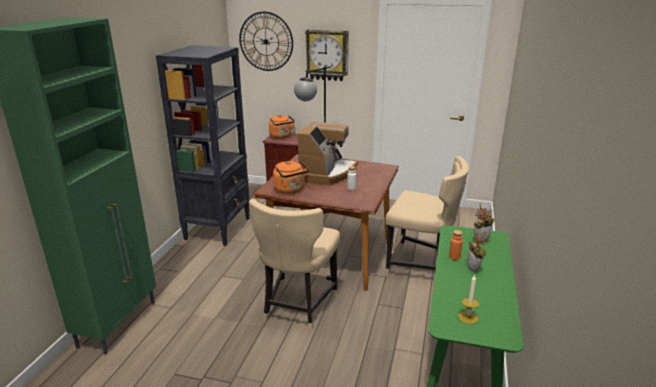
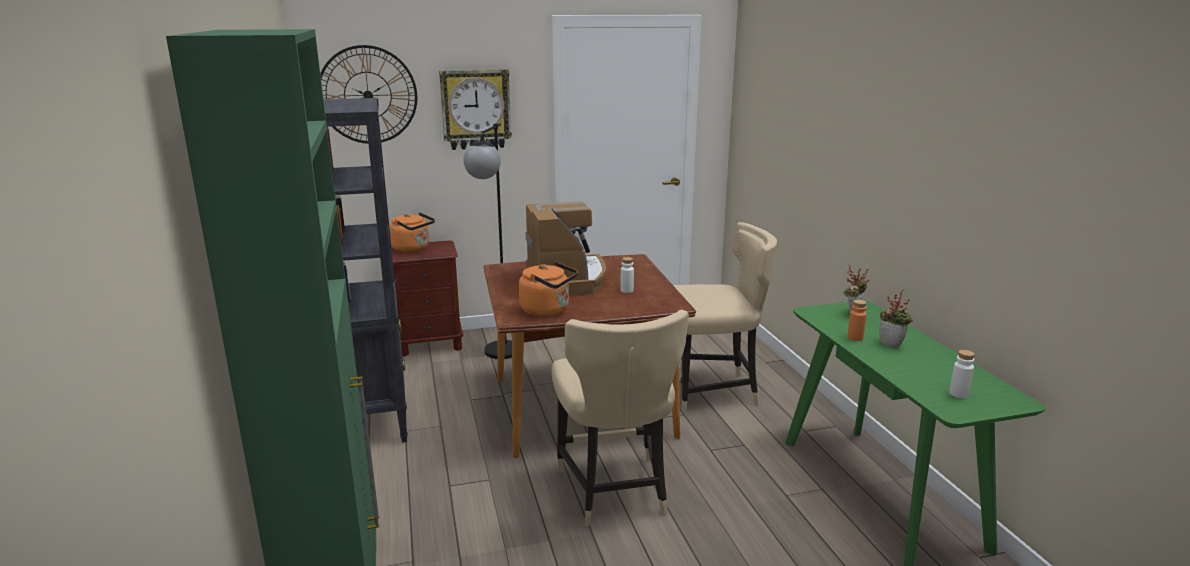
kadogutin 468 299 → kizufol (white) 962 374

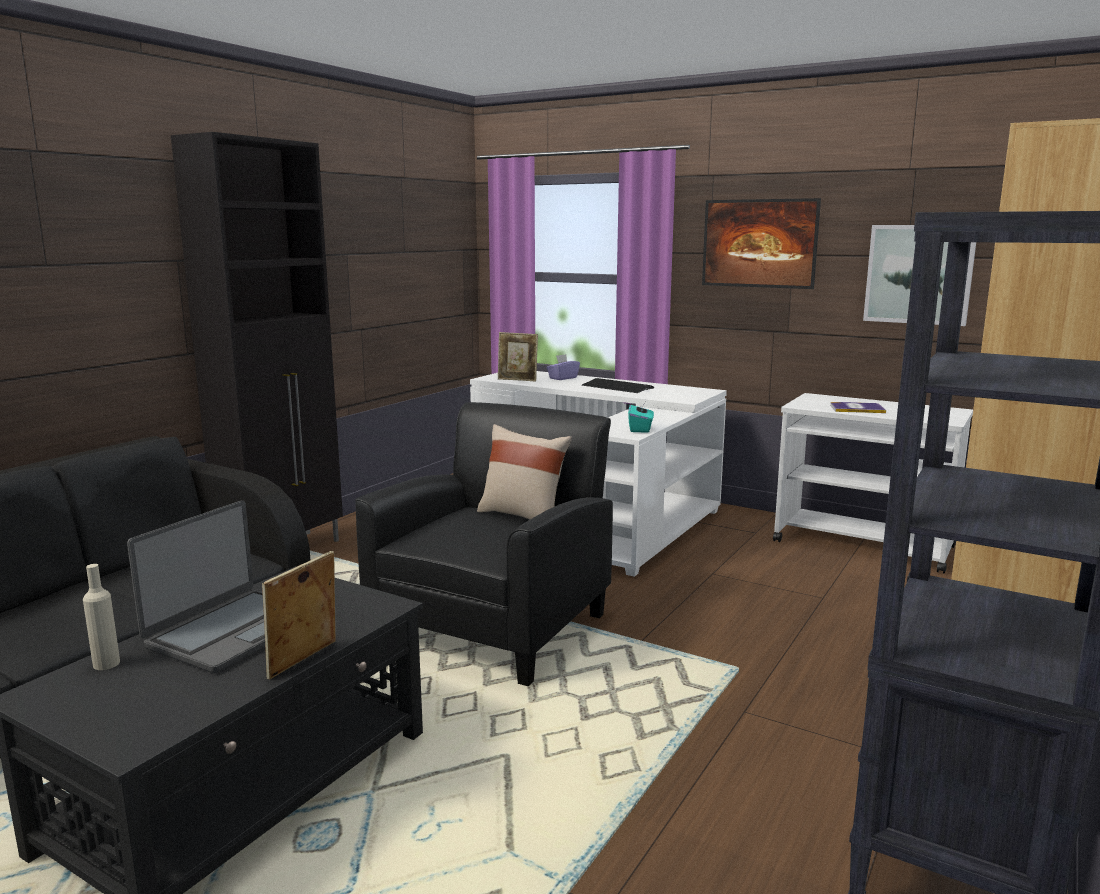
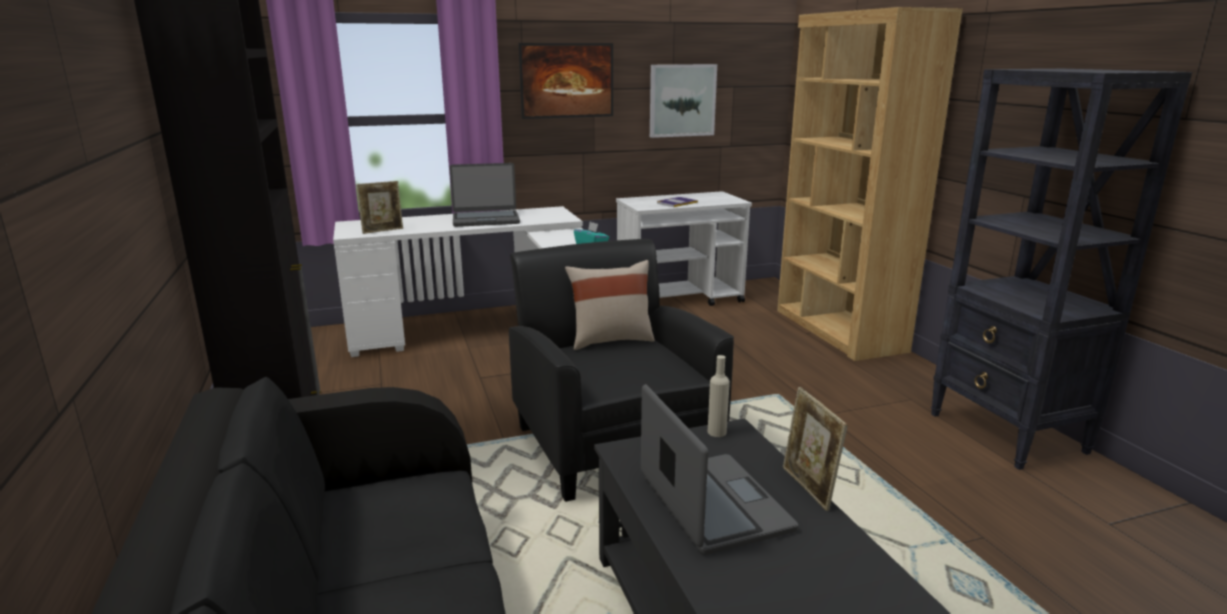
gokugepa 618 385 → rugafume 485 195
kizufol (beige) 101 617 → kizufol (beige) 719 396, shifted
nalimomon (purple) 563 367 → -

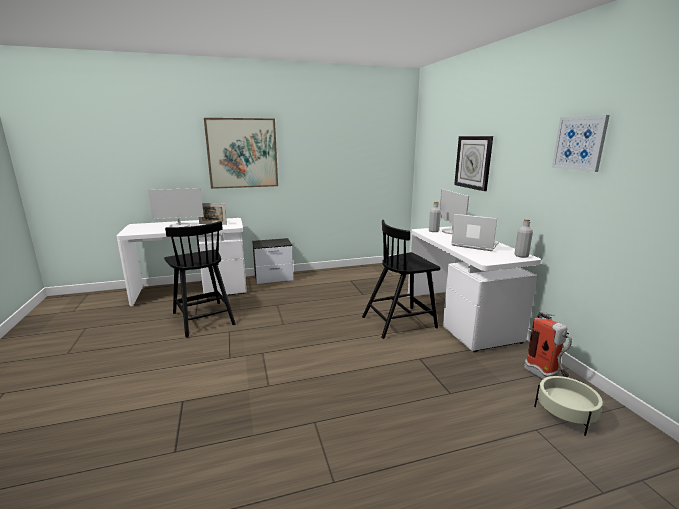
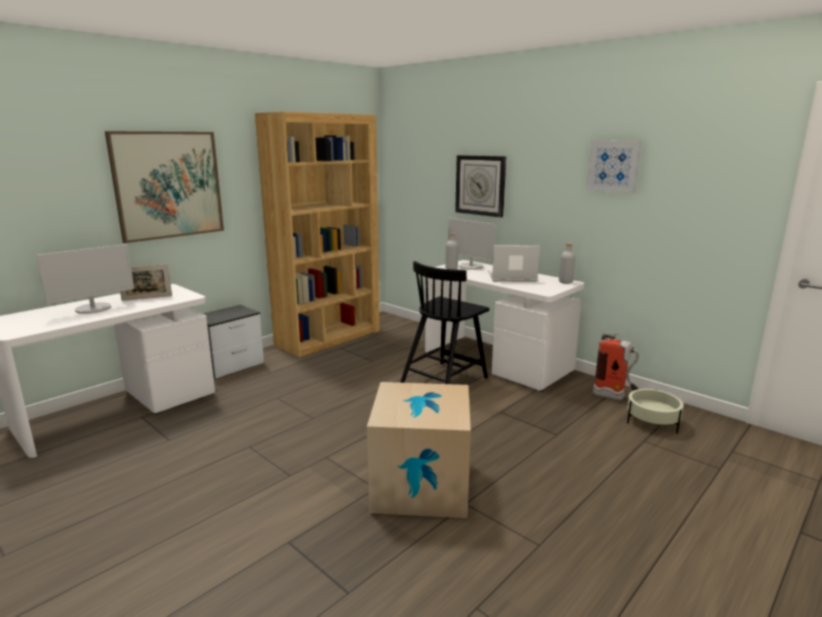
- → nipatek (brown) 317 234
- → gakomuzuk 419 450
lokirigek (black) 200 279 → -

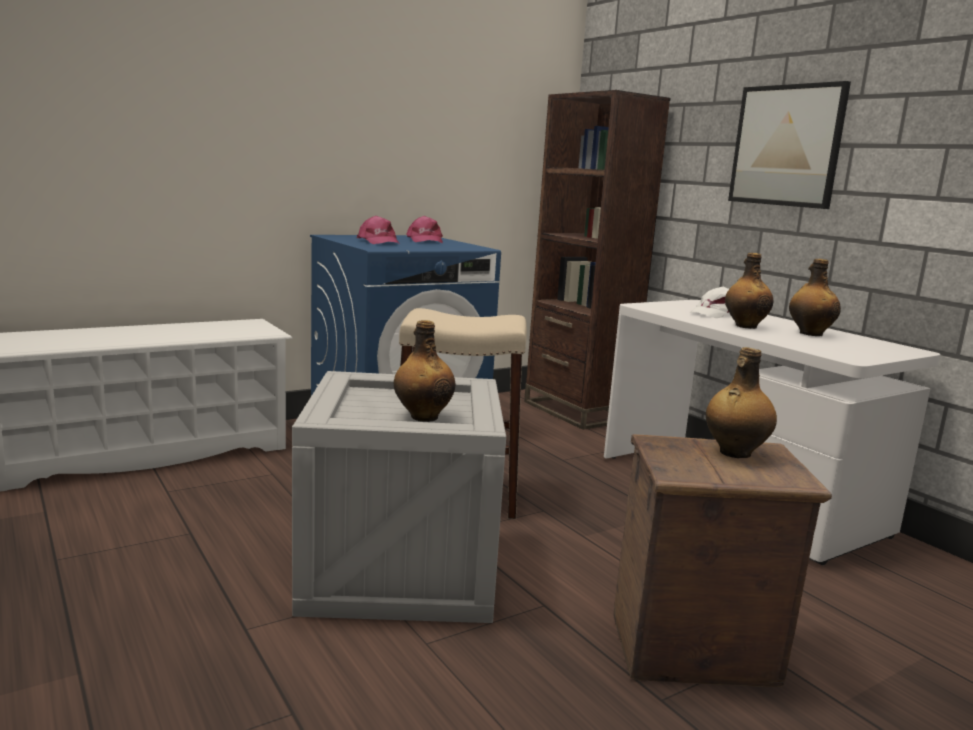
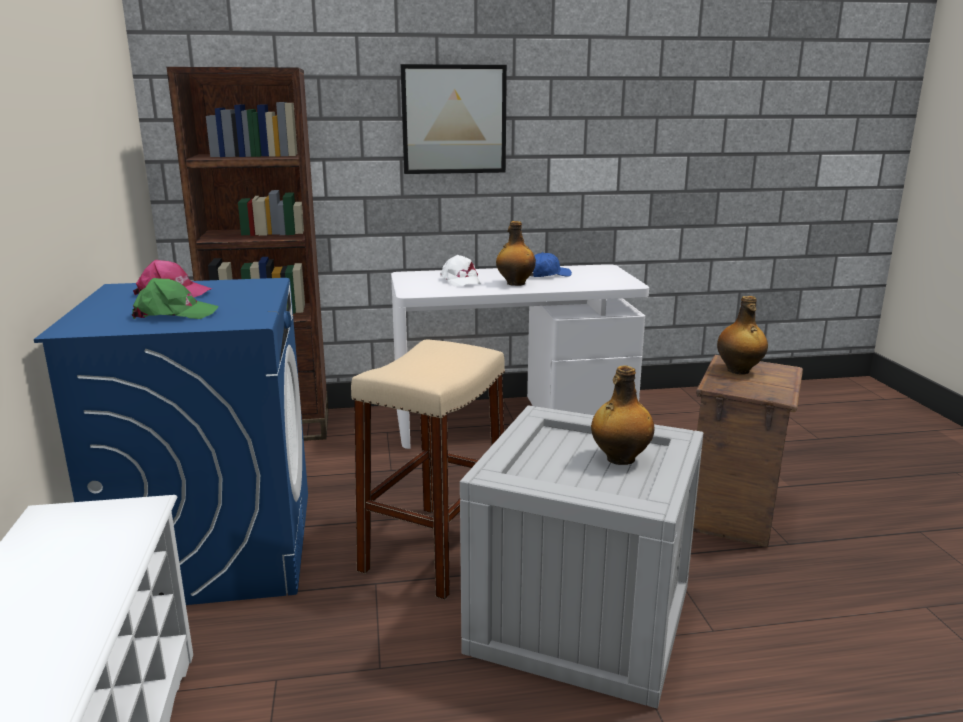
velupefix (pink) 378 230 → velupefix (green) 175 298
kizufol 815 297 → velupefix (blue) 551 264

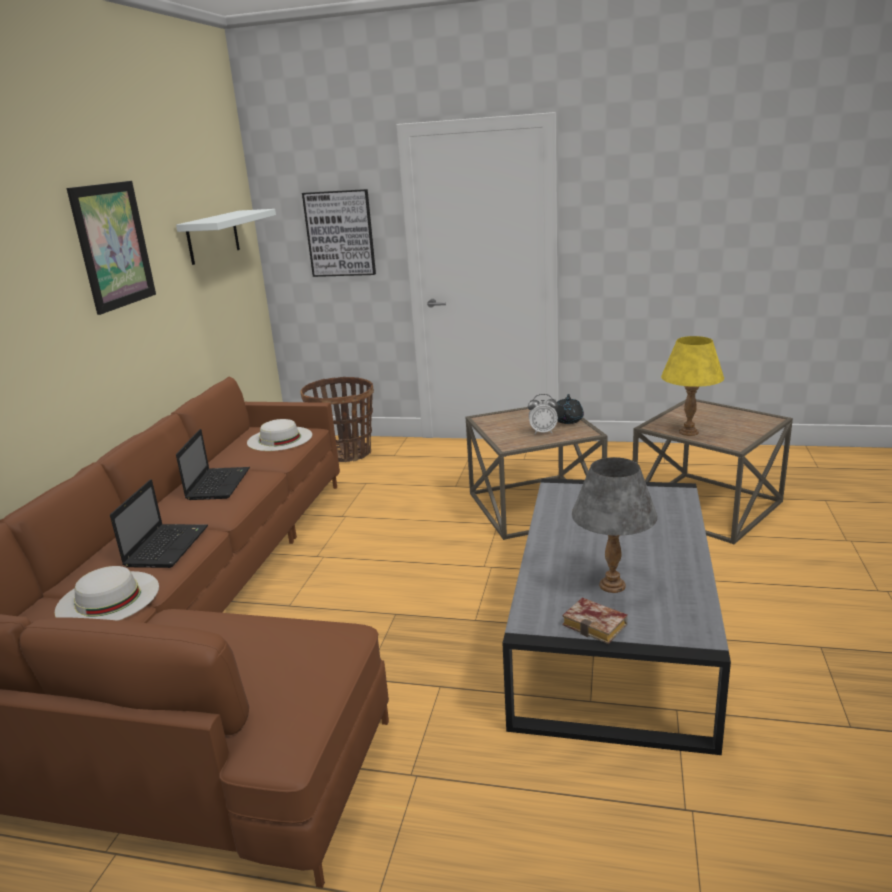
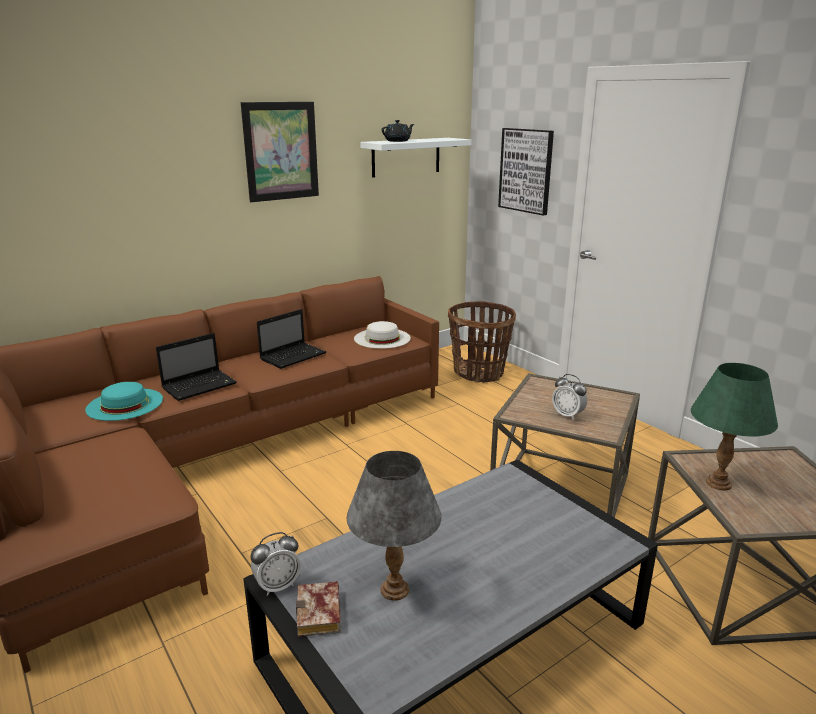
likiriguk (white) 107 593 → likiriguk (turquoise) 124 401
- → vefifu 275 564
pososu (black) 569 409 → pososu (black) 398 131, shifted
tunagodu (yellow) 692 386 → tunagodu (green) 734 426

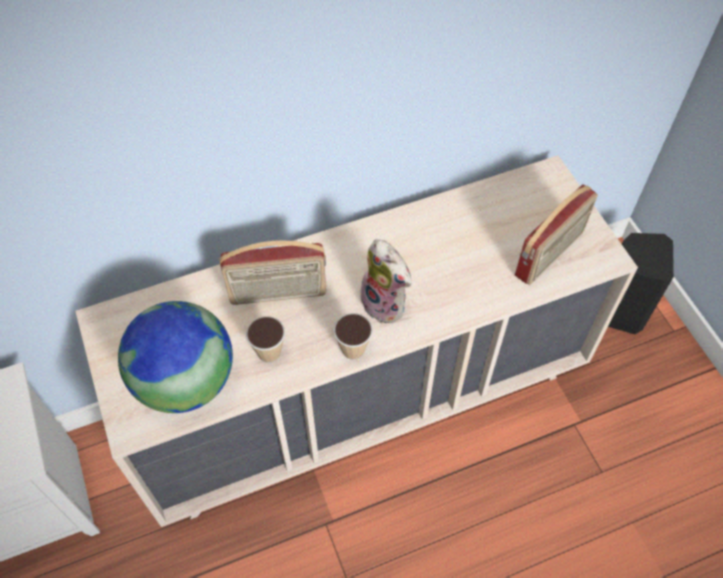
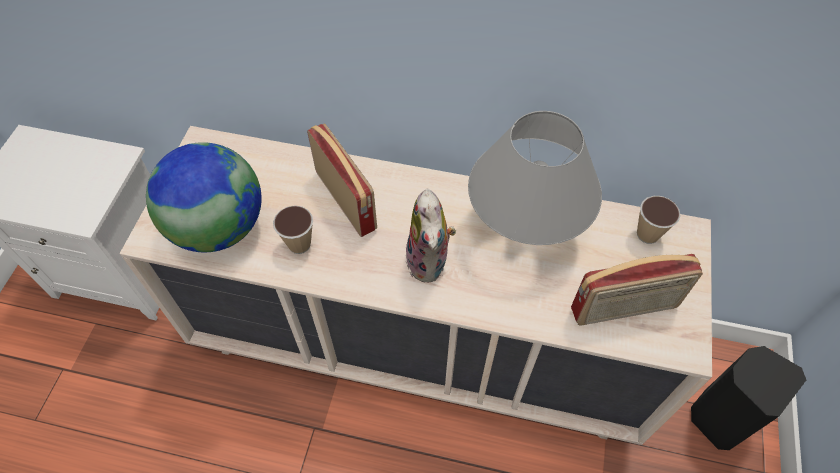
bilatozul 273 272 → bilatozul 342 180, 150 degrees counterclockwise
- → tunagodu (grey) 535 178
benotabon 353 336 → benotabon 658 220, shifted

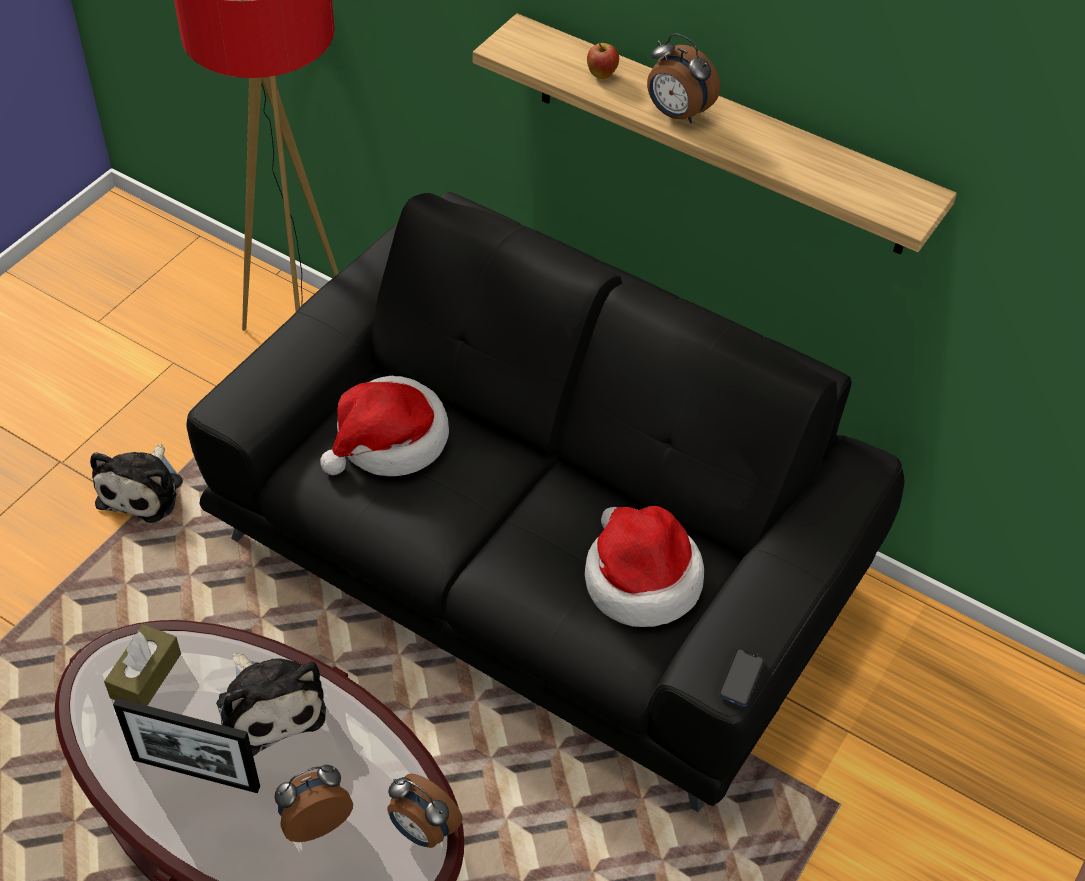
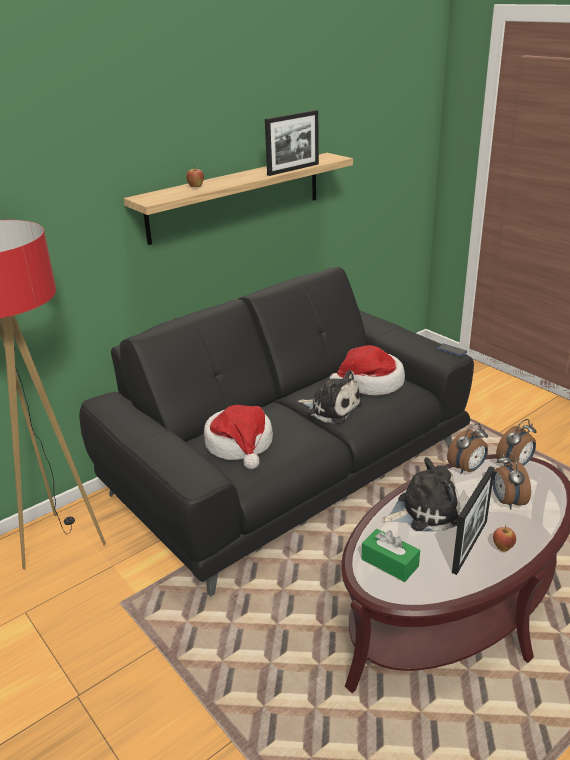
- → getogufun 292 143
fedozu 136 483 → fedozu 329 397, shifted
nalimomon (brown) 142 665 → nalimomon (green) 391 555
vefifu 683 78 → vefifu 467 448, shifted
- → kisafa 504 538

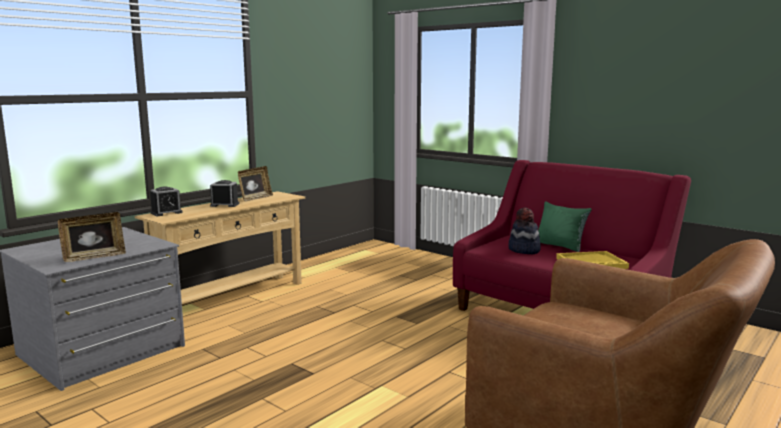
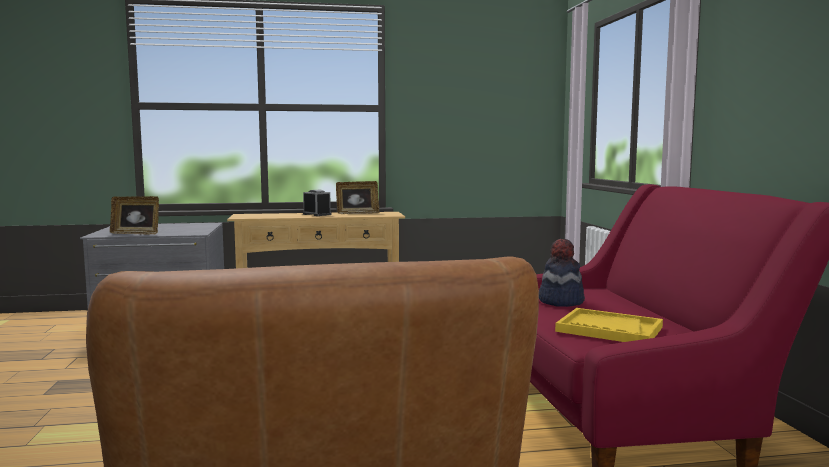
vefifu 166 201 → -
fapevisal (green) 565 226 → -

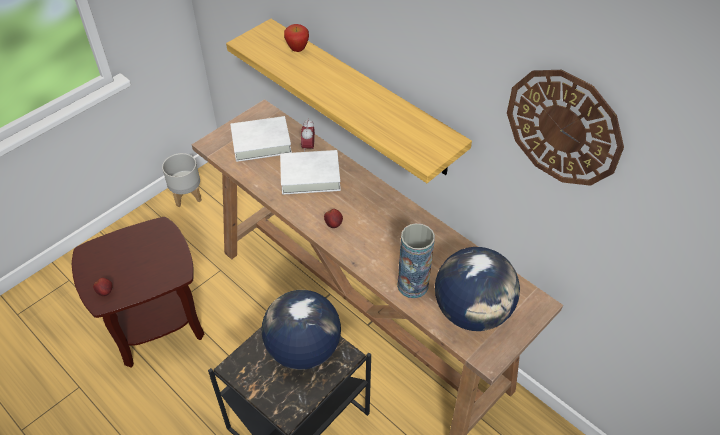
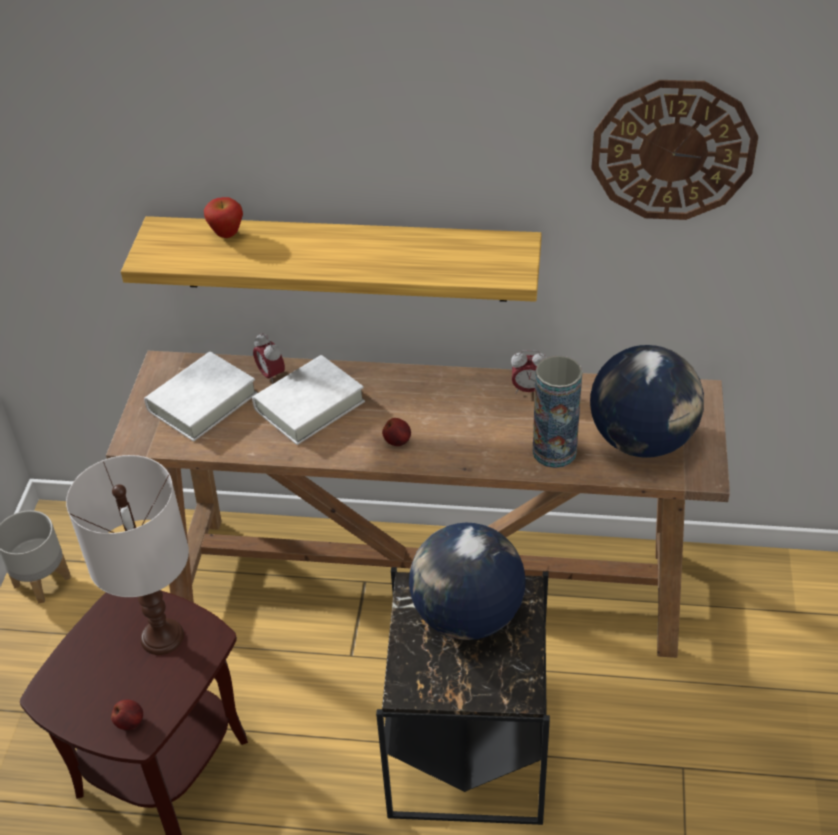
- → tunagodu (white) 127 555
- → vefifu 529 372

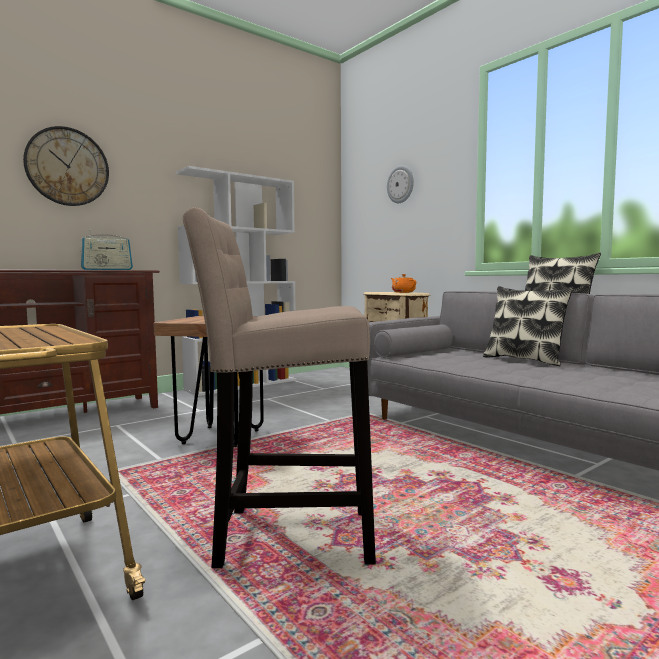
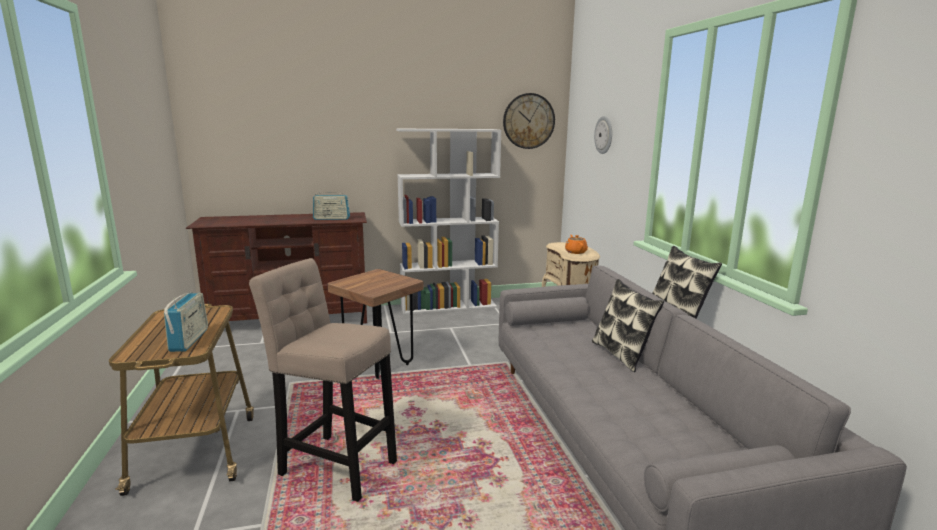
- → bilatozul 186 322
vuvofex 66 166 → vuvofex 529 121, shifted

